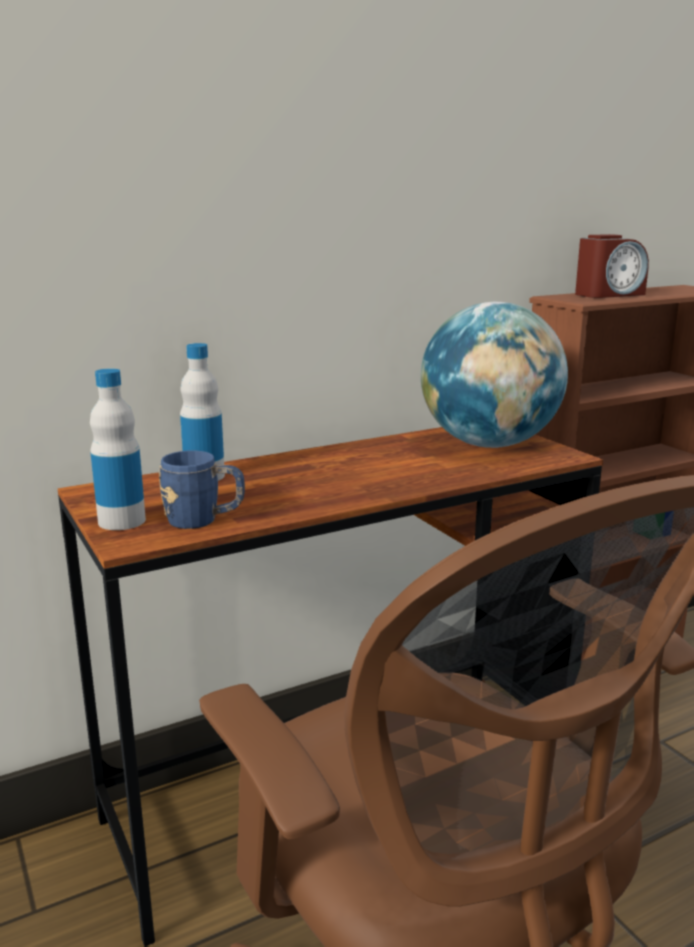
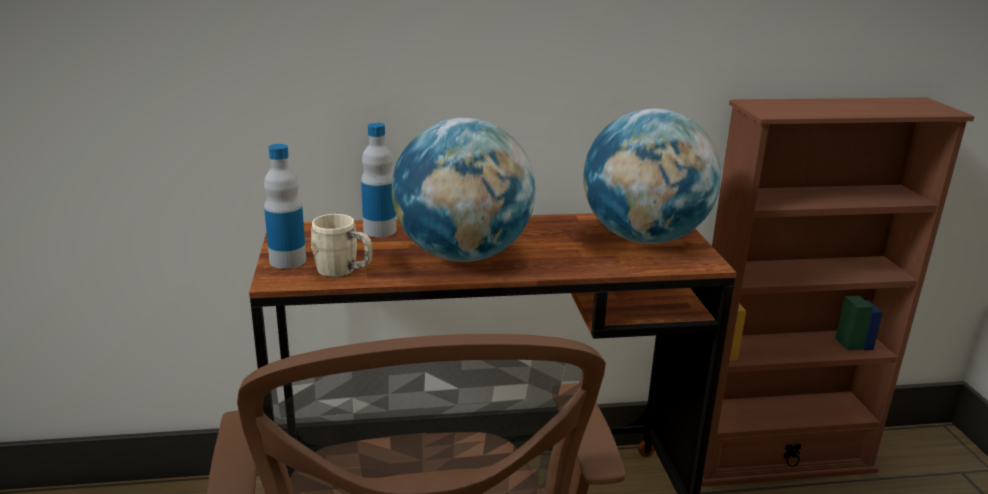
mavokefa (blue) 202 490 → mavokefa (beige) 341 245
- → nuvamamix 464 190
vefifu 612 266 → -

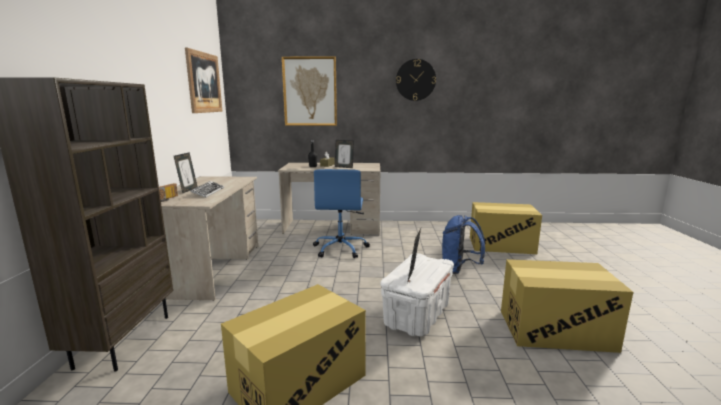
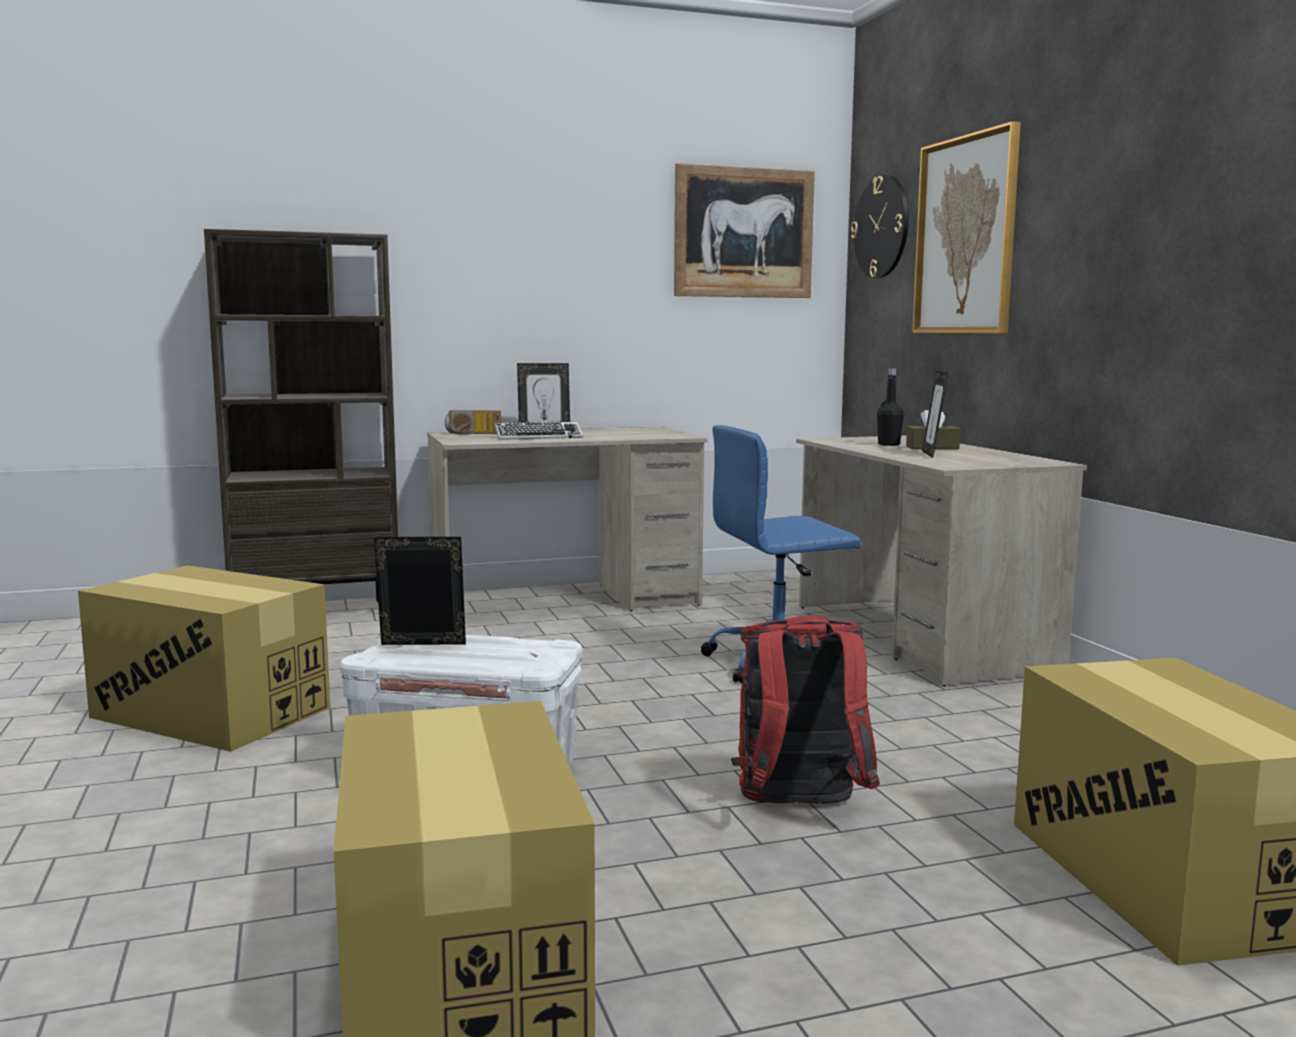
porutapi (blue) 463 244 → porutapi (red) 805 709
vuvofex 416 80 → vuvofex 880 226, shifted

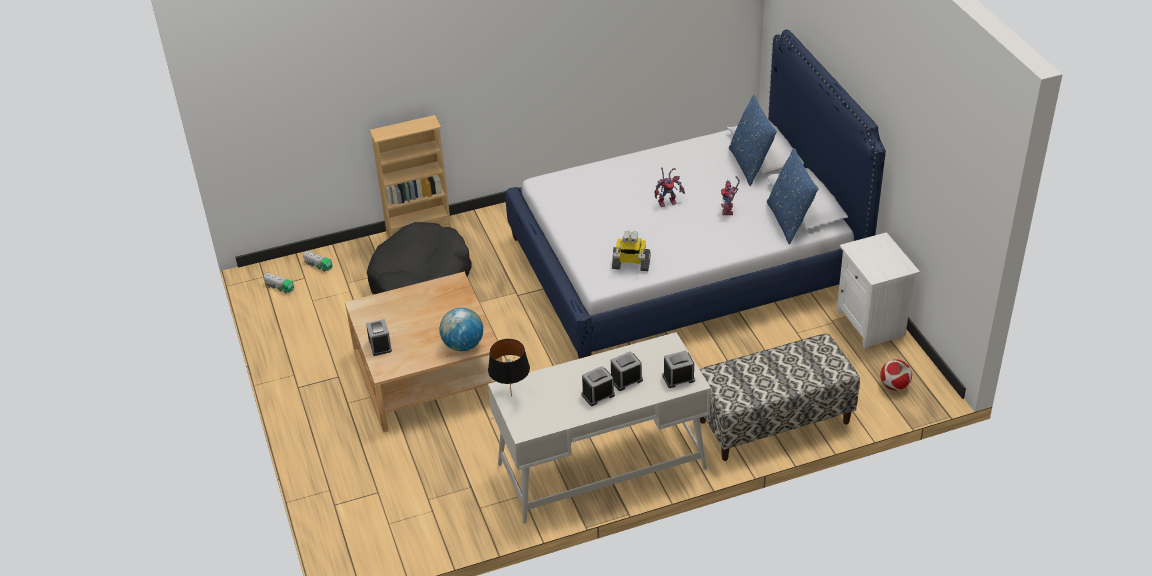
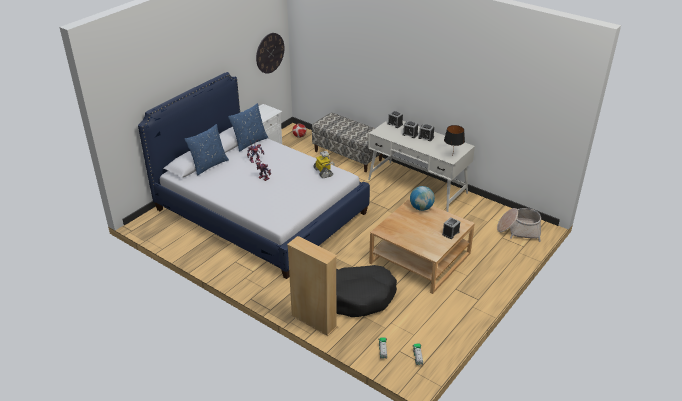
- → vuvofex 270 53
- → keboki 519 225

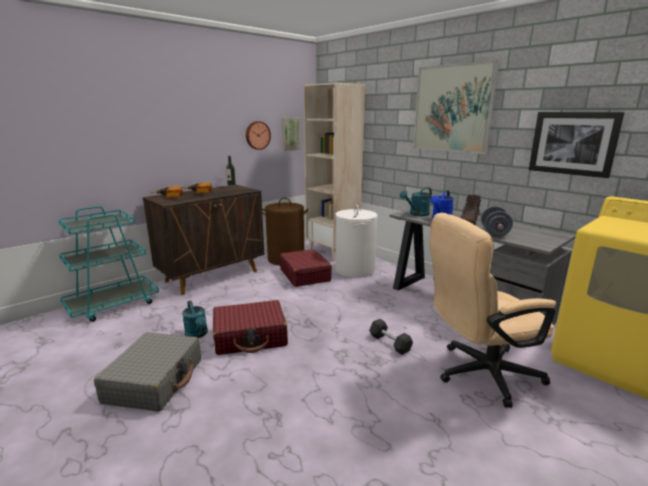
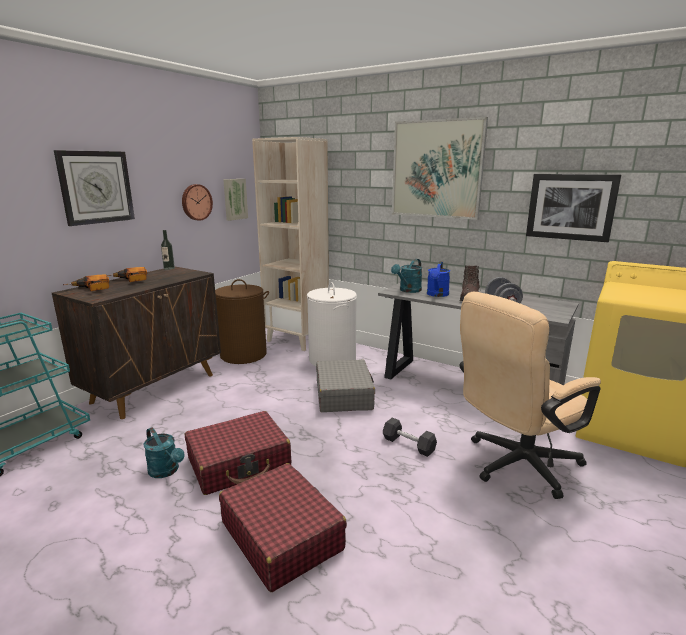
- → vuvofex 94 188
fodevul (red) 306 268 → fodevul (red) 283 527, shifted
fodevul (grey) 147 372 → fodevul (grey) 345 385, shifted

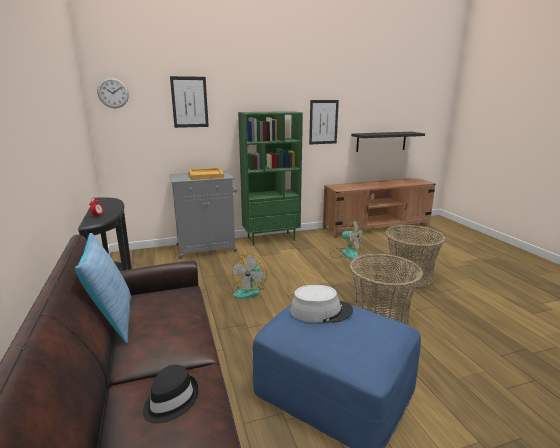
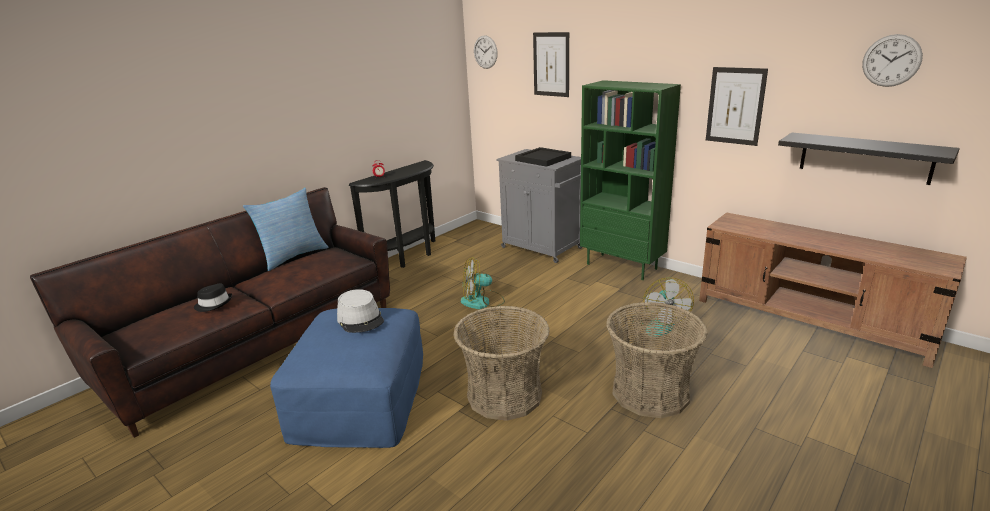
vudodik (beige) 206 174 → vudodik (black) 543 157
- → vuvofex 892 60

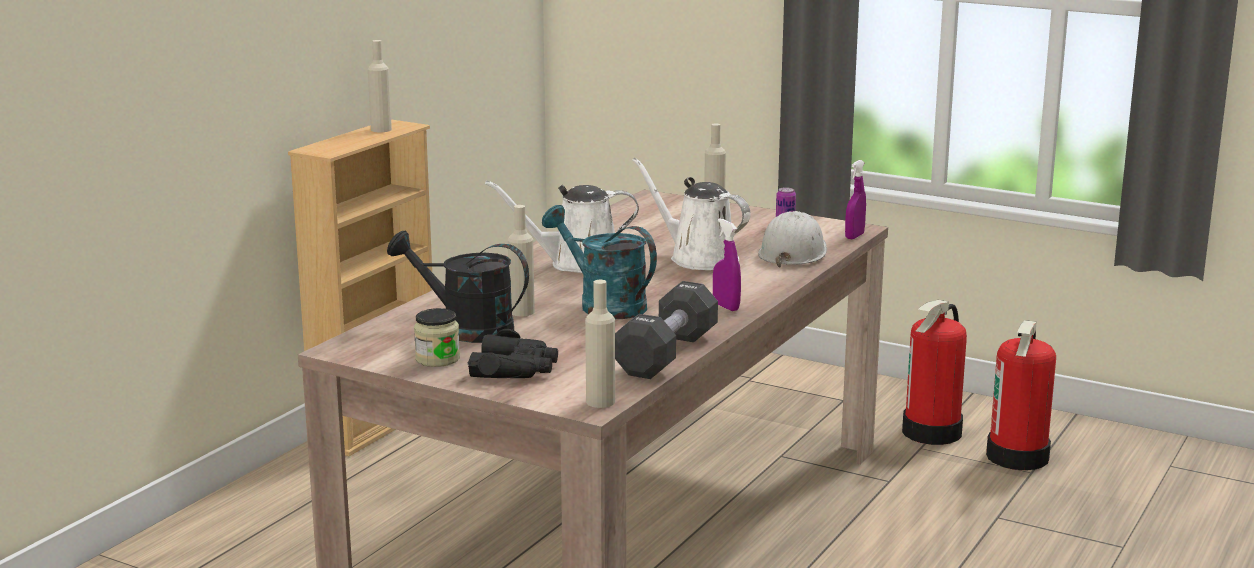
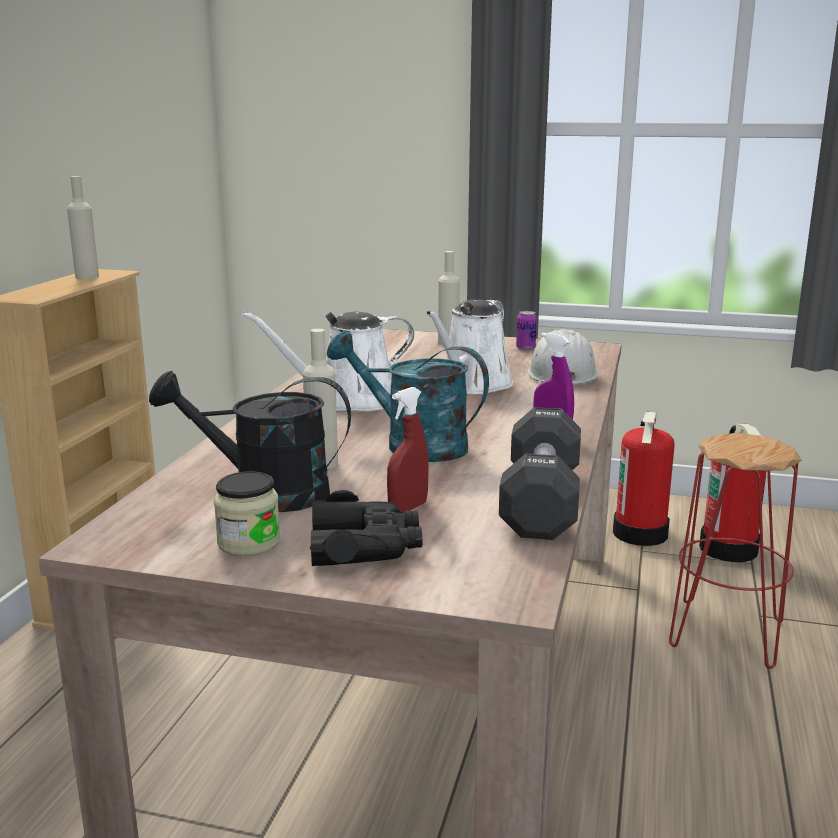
- → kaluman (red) 408 449
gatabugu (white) 691 214 → gatabugu (white) 470 347, 90 degrees counterclockwise
- → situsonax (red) 735 551
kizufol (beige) 600 344 → -
kaluman (purple) 855 199 → -

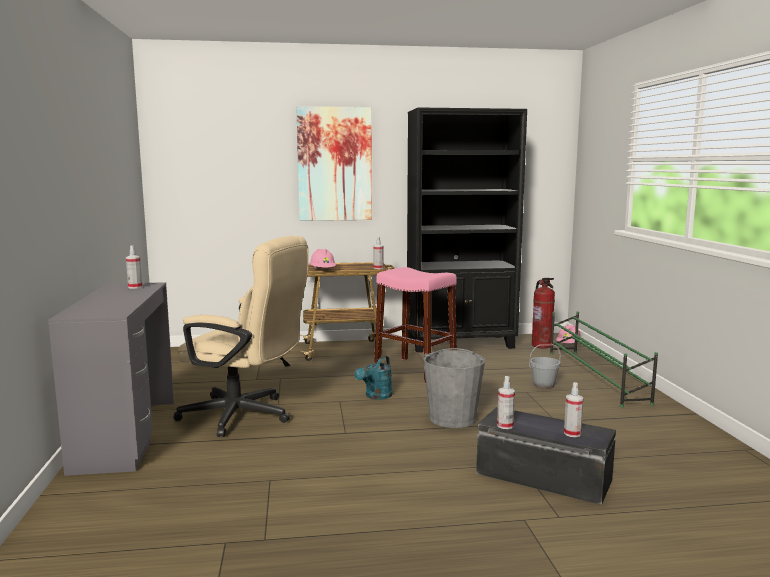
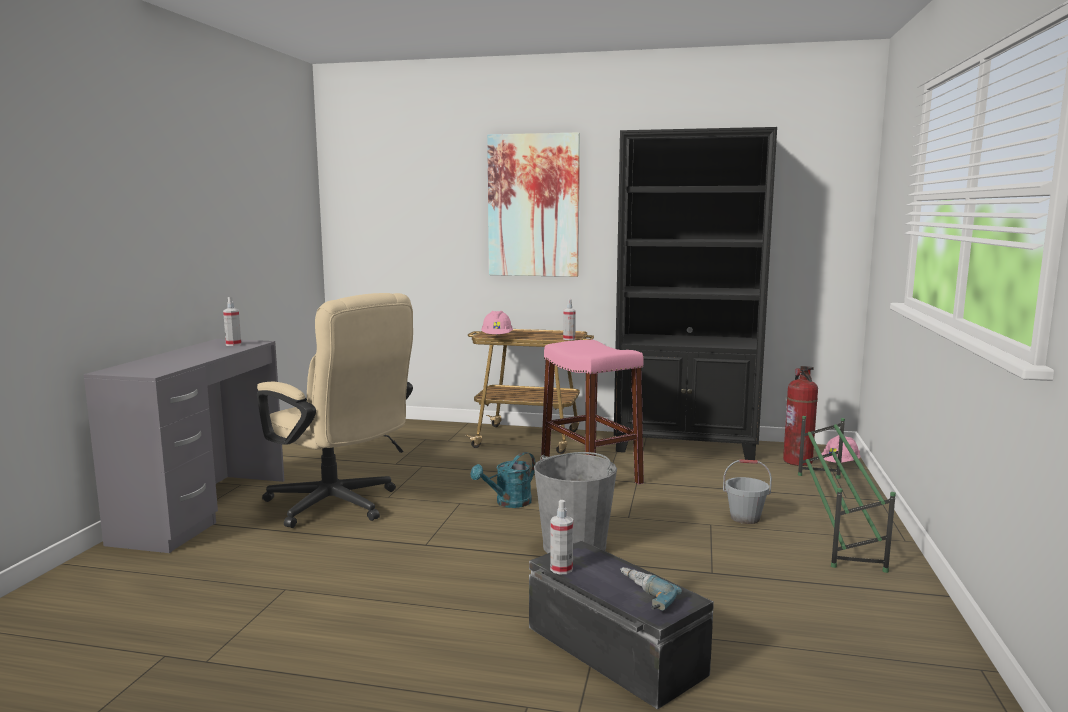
kaluman 573 409 → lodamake 651 588

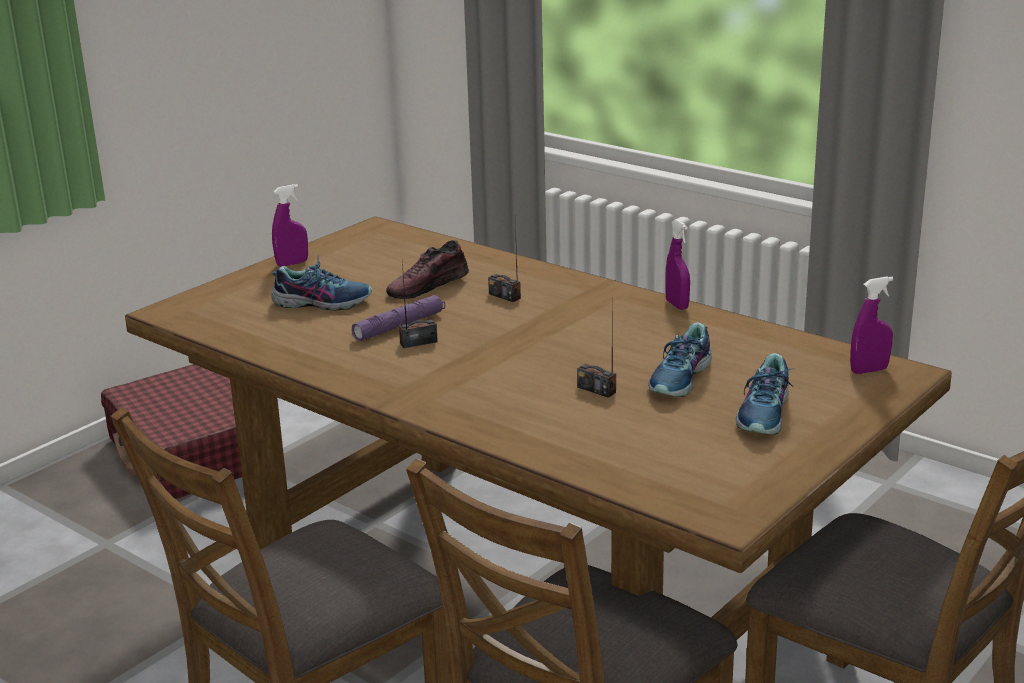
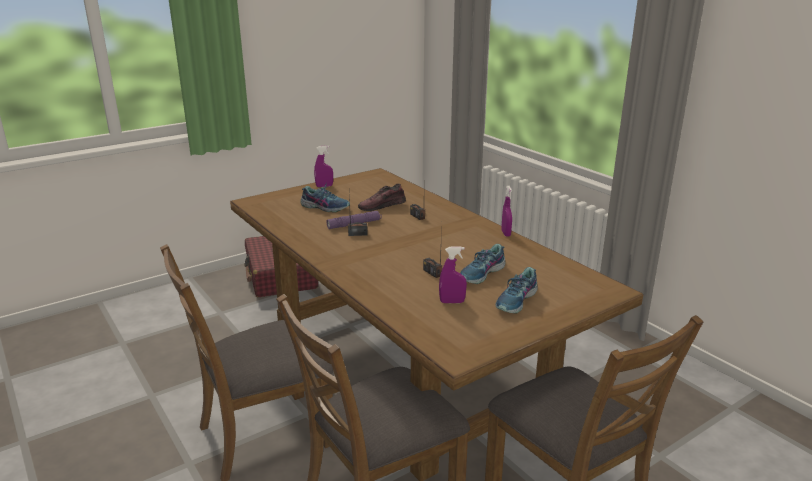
kaluman (purple) 871 325 → kaluman (purple) 453 274, shifted

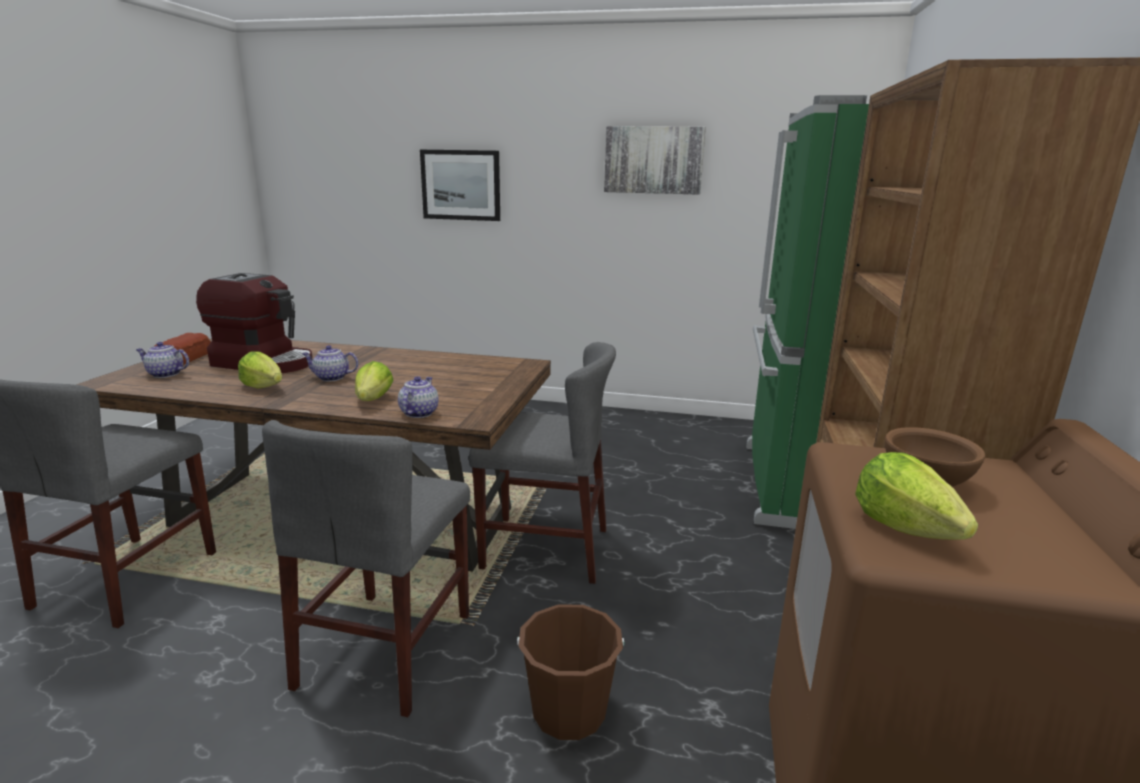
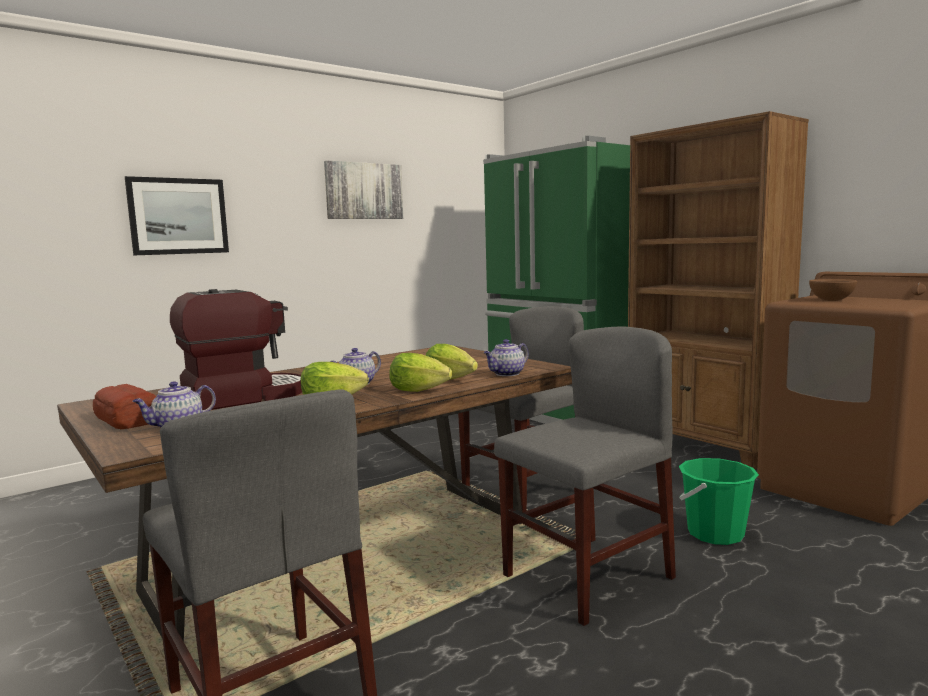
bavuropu 916 496 → bavuropu 420 372, shifted
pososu 418 397 → pososu 506 357, 90 degrees counterclockwise
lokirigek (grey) 366 568 → lokirigek (grey) 585 476, 90 degrees counterclockwise
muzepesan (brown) 570 672 → muzepesan (green) 719 501

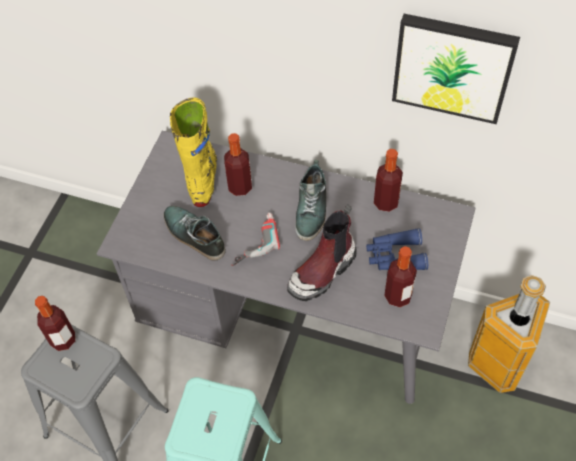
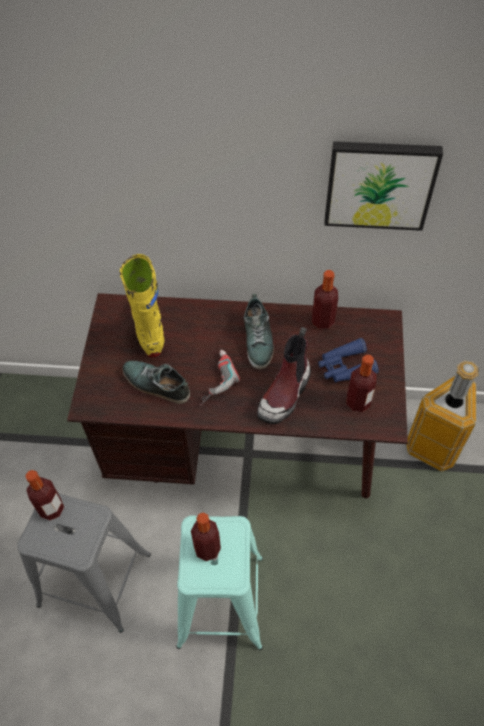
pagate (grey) 286 267 → pagate (brown) 237 395
kizufol 238 164 → kizufol 206 536, shifted

